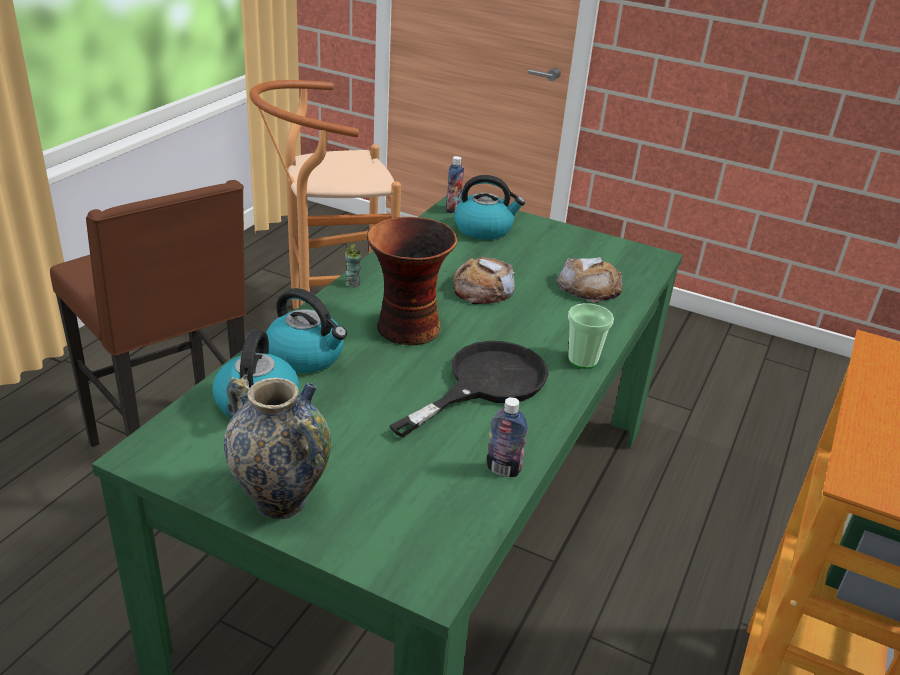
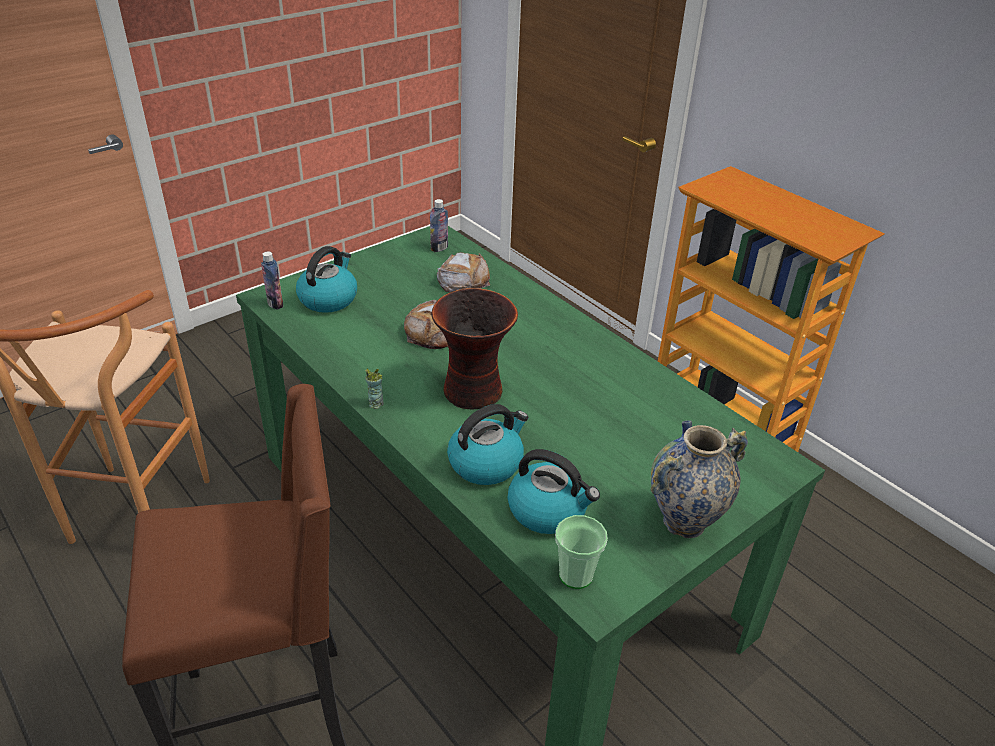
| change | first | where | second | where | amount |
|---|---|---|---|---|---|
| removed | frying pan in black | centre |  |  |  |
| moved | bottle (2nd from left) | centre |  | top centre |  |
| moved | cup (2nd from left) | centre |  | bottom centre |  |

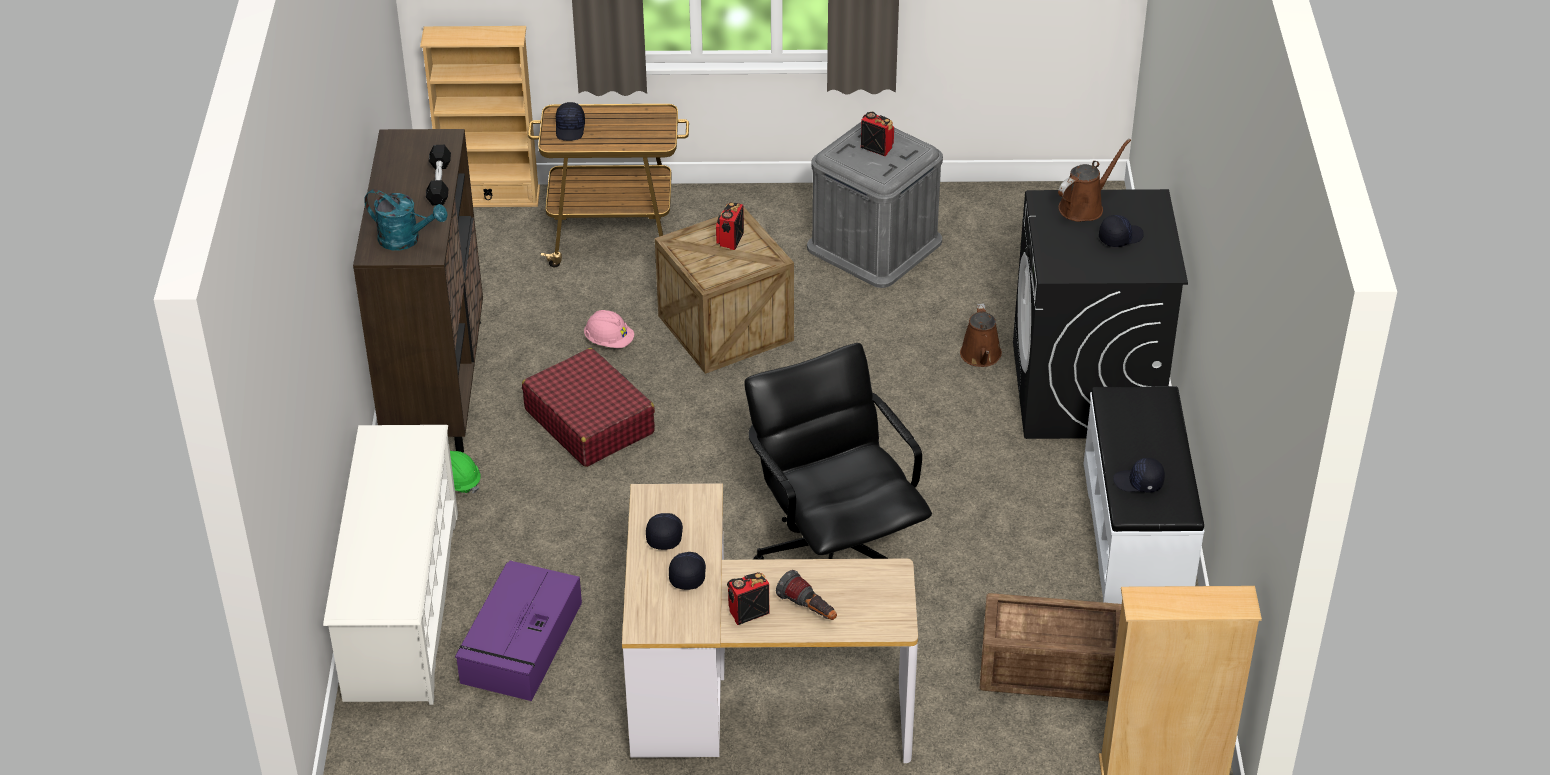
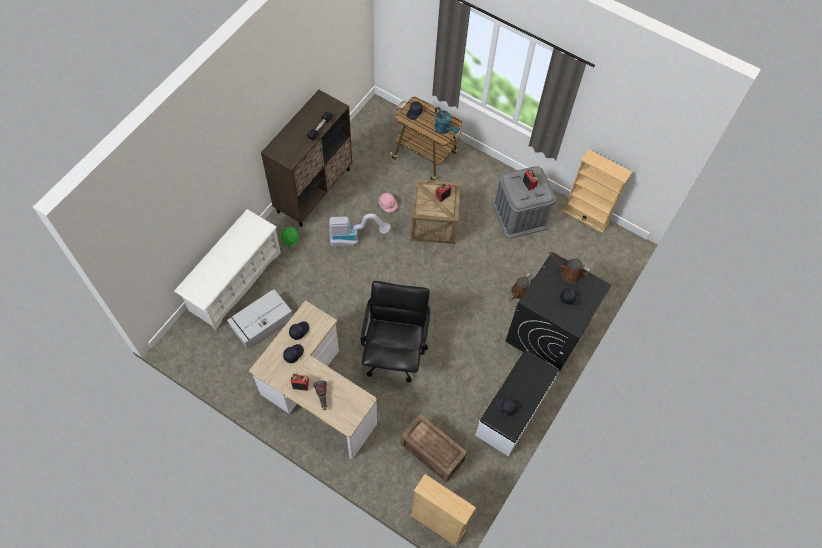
| change | first | where | second | where | amount |
|---|---|---|---|---|---|
| moved | watering can in turquoise | top left |  | top centre |  |
| moved | bookcase in beige (1st from left in the first image) | top left | bookcase in beige (2nd from left) | middle right |  |
| recoloured | storage box in purple | bottom centre | storage box in grey (1st from left) | middle left |  |
| replaced | suitcase in red | centre | vacuum cleaner | centre |  |
| turned | watering can in brown (2nd from left) | top right |  | middle right | 150 degrees counterclockwise |

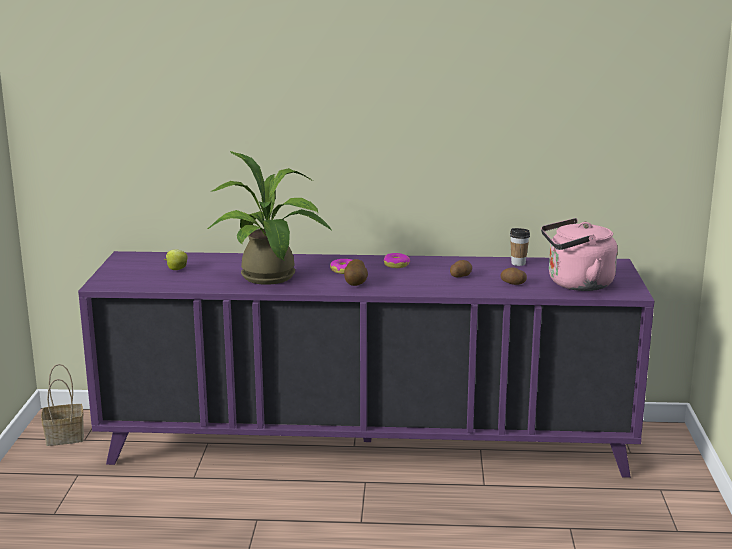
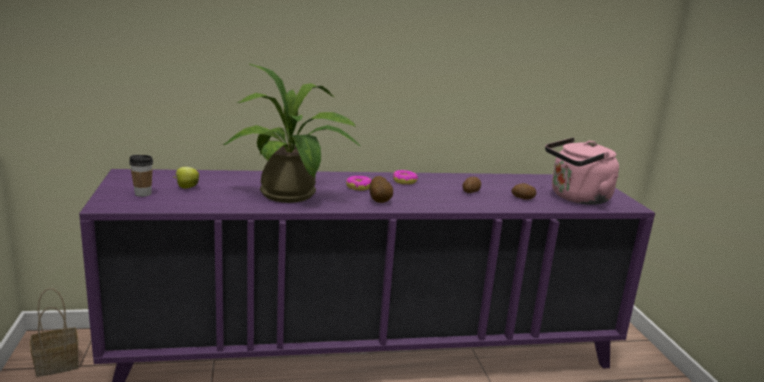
| change | first | where | second | where | amount |
|---|---|---|---|---|---|
| moved | cup | middle right |  | middle left |  |

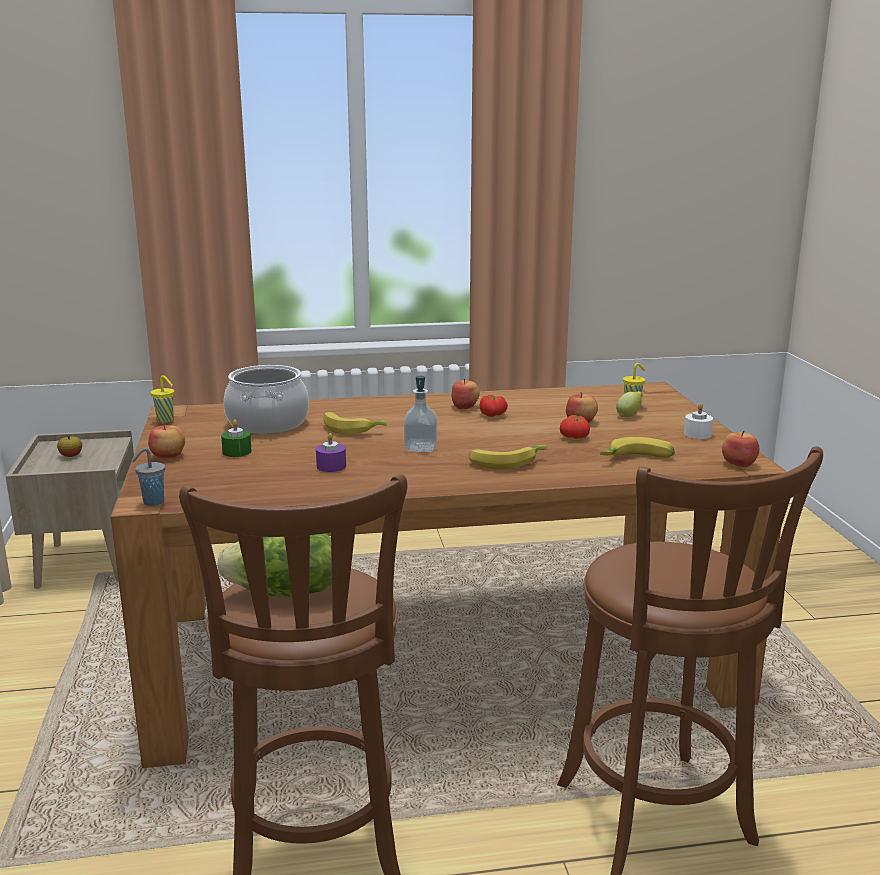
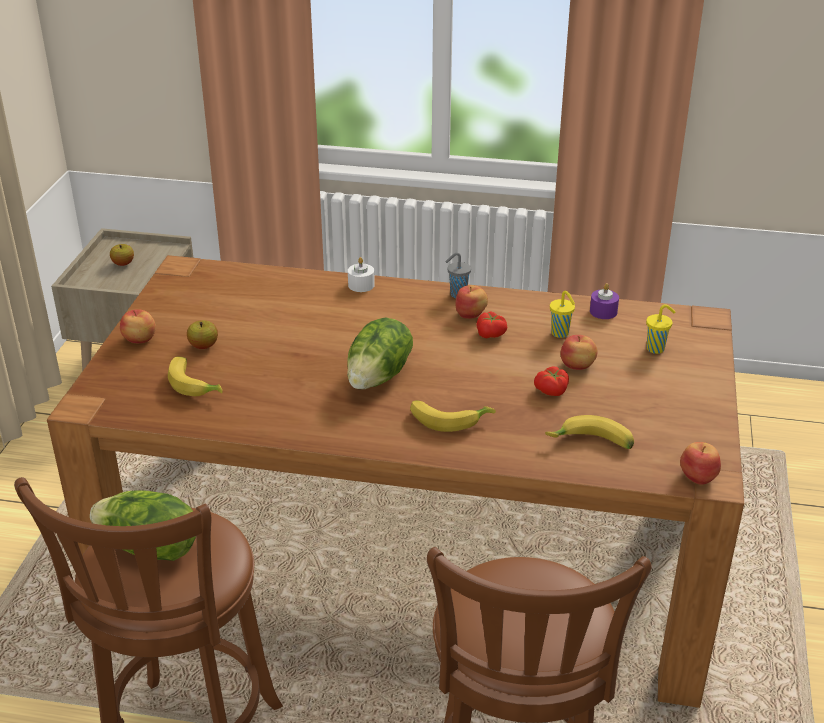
| change | first | where | second | where | amount |
|---|---|---|---|---|---|
| moved | cup in grey | middle left |  | centre |  |
| moved | cup in yellow (1st from left) | middle left |  | middle right |  |
| replaced | candle in green | middle left | apple (3rd from left) | middle left |  |
| removed | cooking pot | middle left |  |  |  |
| moved | candle in purple | centre |  | middle right |  |
| moved | banana (1st from left) | centre |  | middle left |  |
| replaced | soap dispenser | centre | lettuce (2nd from left) | centre |  |
| removed | lemon | middle right |  |  |  |
| moved | candle in white | middle right |  | centre |  |

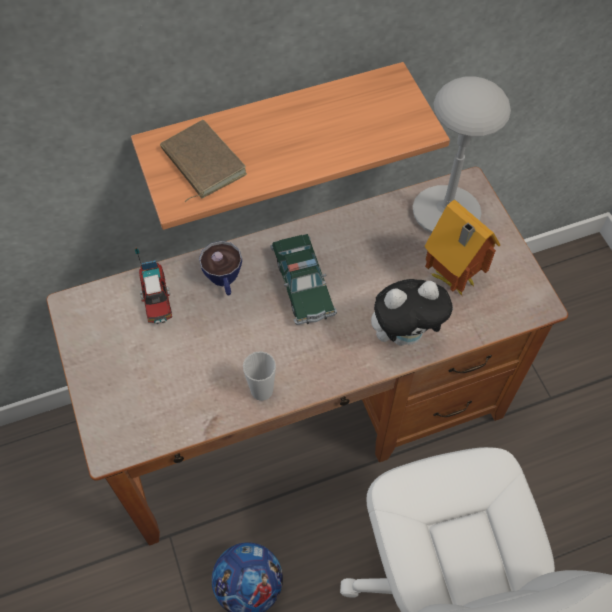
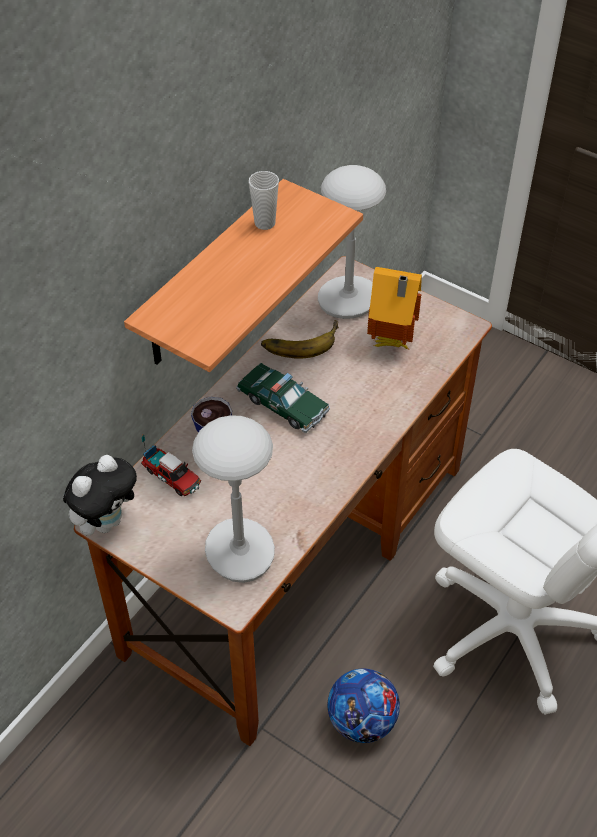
| change | first | where | second | where | amount |
|---|---|---|---|---|---|
| removed | book in brown | top left |  |  |  |
| moved | cup (2nd from left) | centre |  | top centre |  |
| moved | plush toy | middle right |  | middle left |  |
| added |  |  | table lamp in grey (1st from left) | centre |  |
| added |  |  | banana | centre |  |

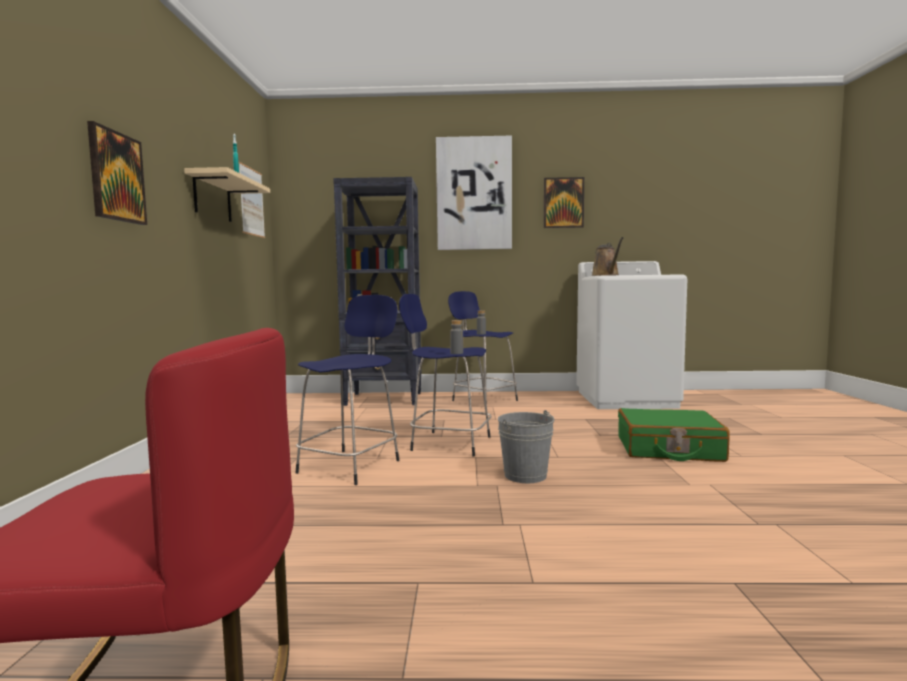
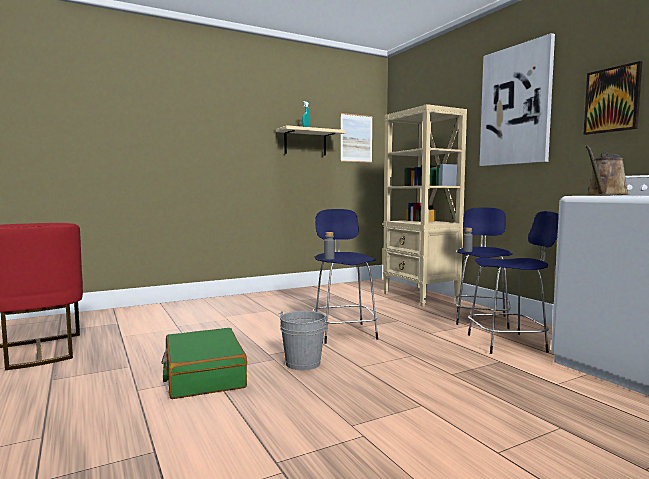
| change | first | where | second | where | amount |
|---|---|---|---|---|---|
| removed | picture (1st from left) | top left |  |  |  |
| moved | stool in blue (1st from left in the first image) | centre | stool in blue (3rd from left) | middle right |  |
| recoloured | bookcase in black | centre | bookcase in beige | centre |  |
| moved | suitcase in green | middle right |  | bottom left |  |

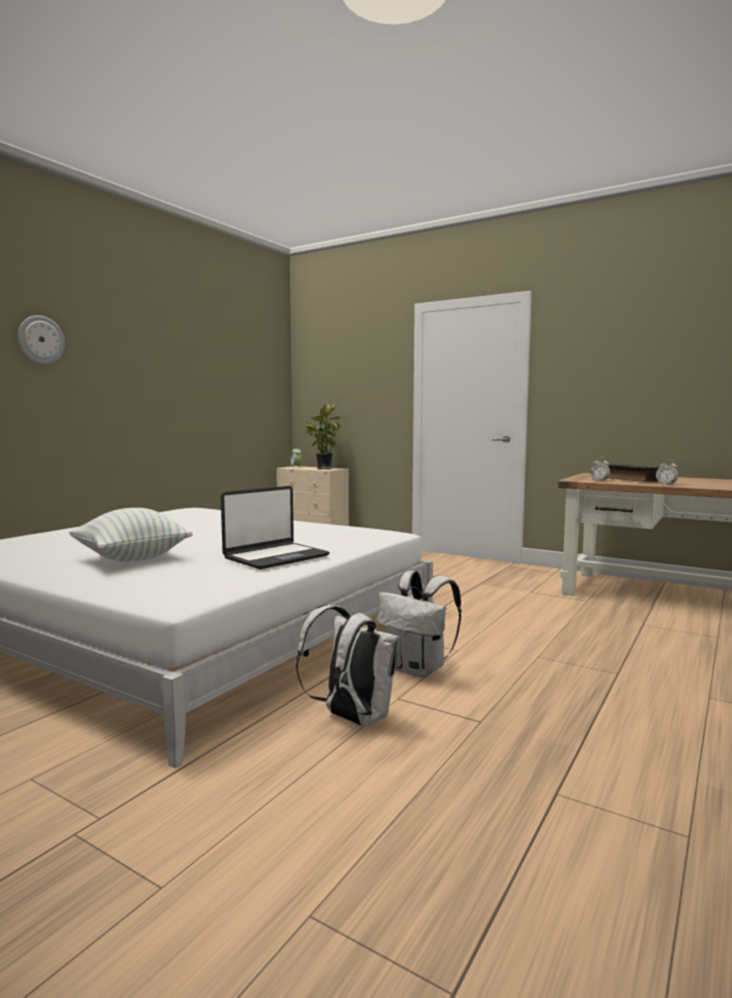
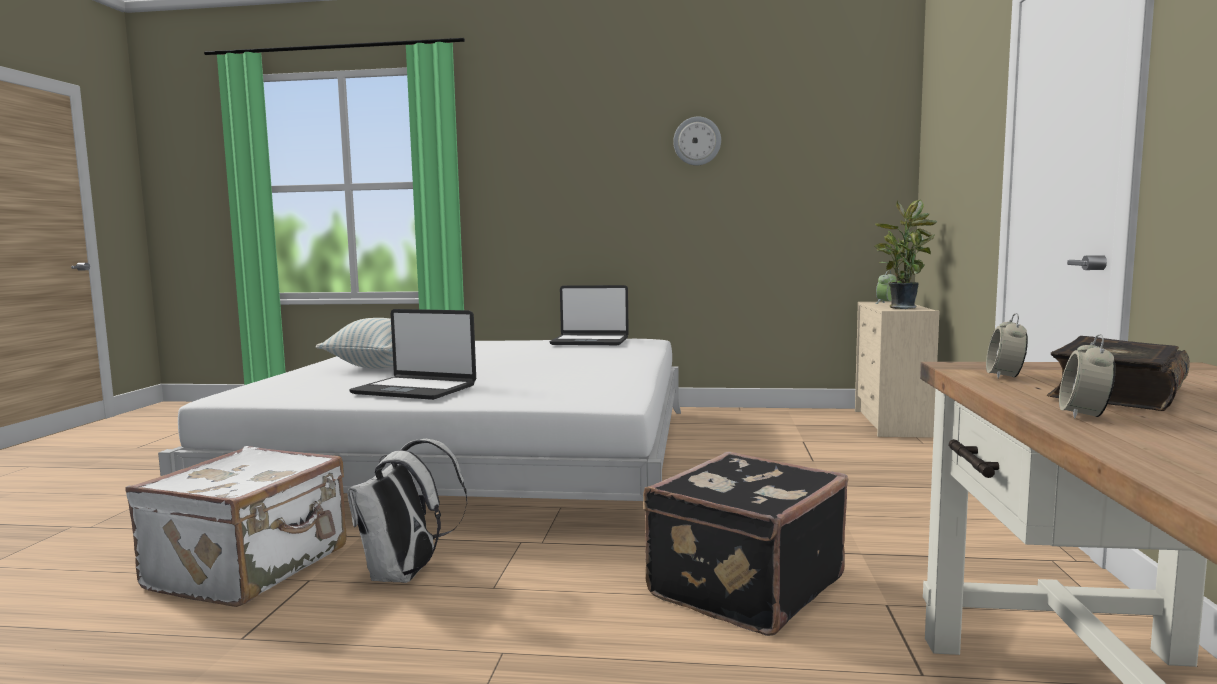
| change | first | where | second | where | amount |
|---|---|---|---|---|---|
| moved | wall clock | middle left |  | top centre |  |
| replaced | backpack in white (1st from left) | centre | suitcase in white | bottom left |  |
| added |  |  | laptop (2nd from left) | centre |  |
| added |  |  | suitcase in black | bottom centre |  |

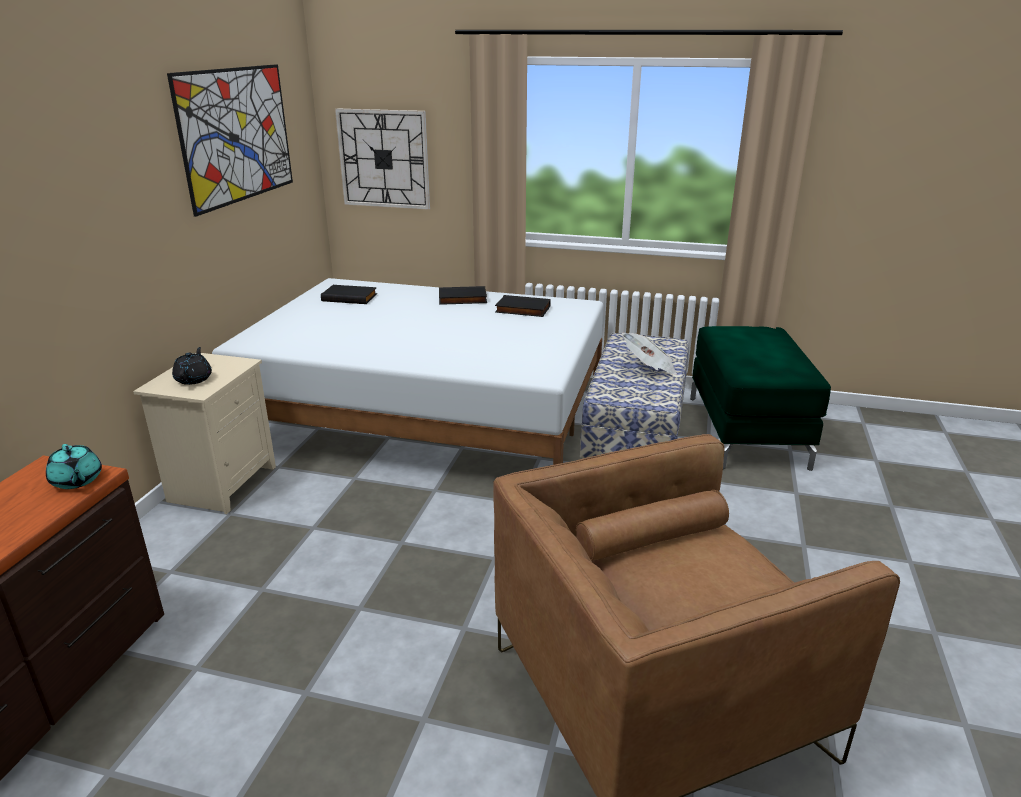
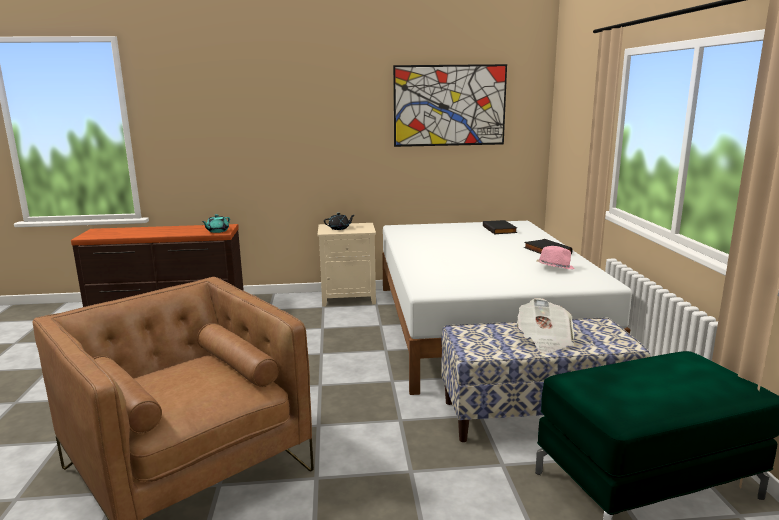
| change | first | where | second | where | amount |
|---|---|---|---|---|---|
| removed | wall clock | top centre |  |  |  |
| replaced | book in black (3rd from left) | centre | hat in pink | middle right |  |

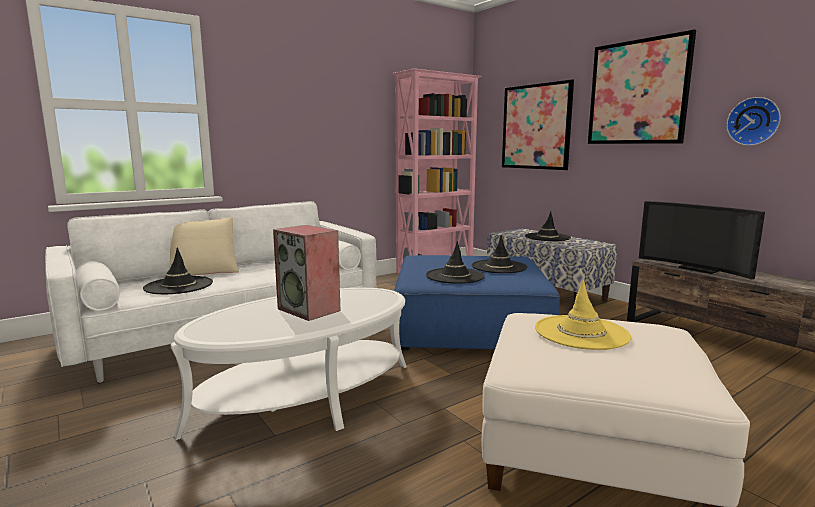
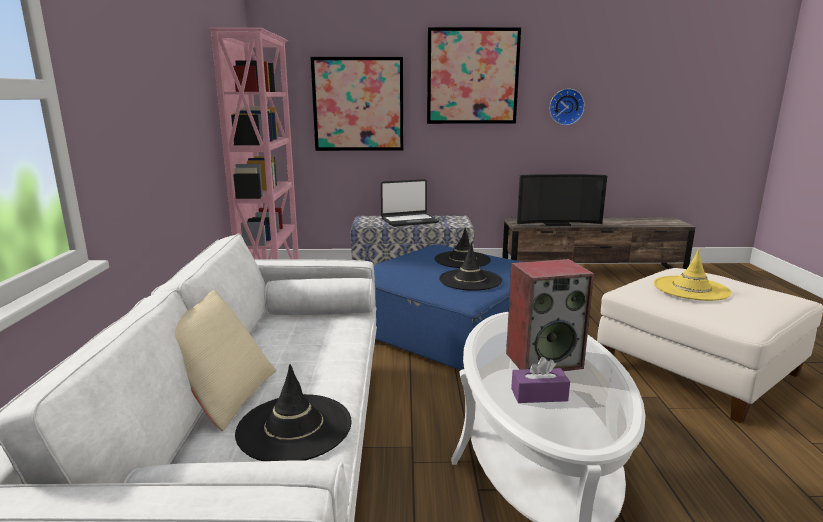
| change | first | where | second | where | amount |
|---|---|---|---|---|---|
| replaced | hat in black (4th from left) | middle right | laptop | centre |  |
| added |  |  | tissue box in purple | bottom centre |  |

